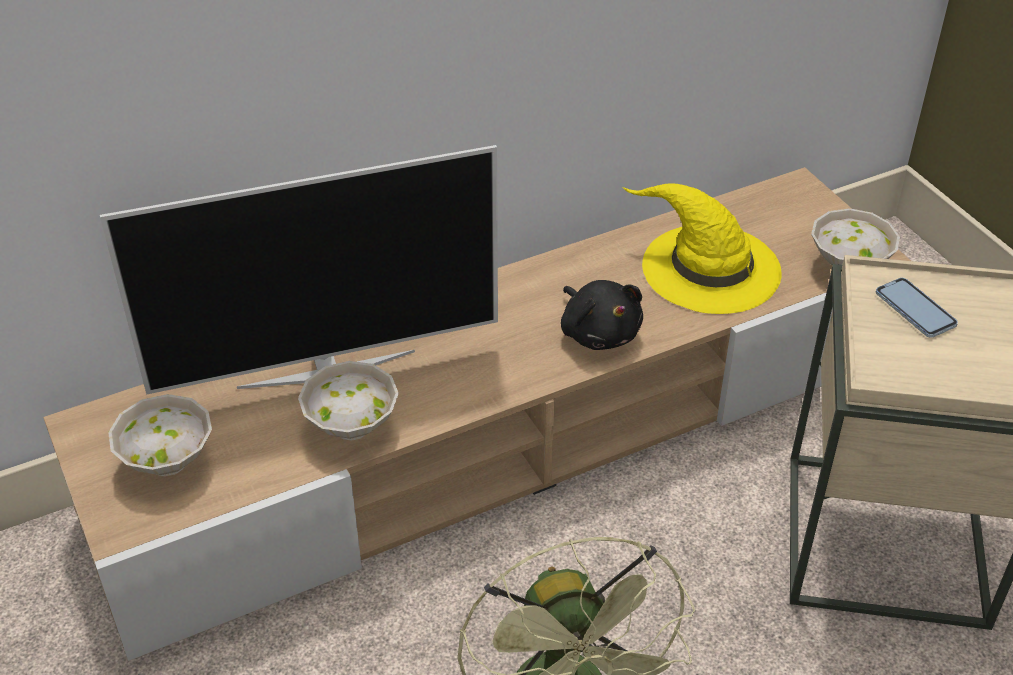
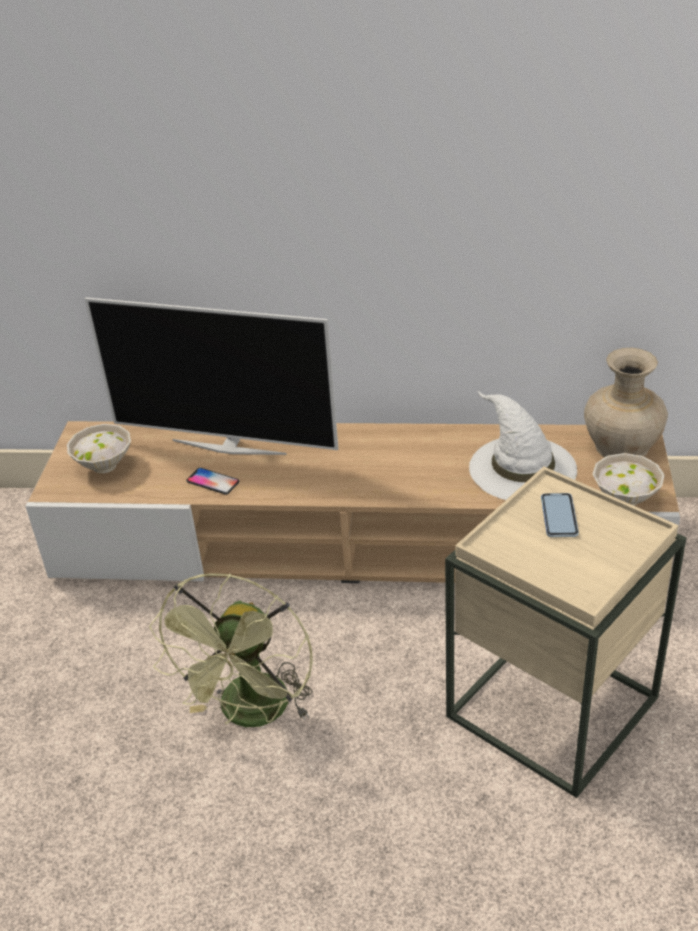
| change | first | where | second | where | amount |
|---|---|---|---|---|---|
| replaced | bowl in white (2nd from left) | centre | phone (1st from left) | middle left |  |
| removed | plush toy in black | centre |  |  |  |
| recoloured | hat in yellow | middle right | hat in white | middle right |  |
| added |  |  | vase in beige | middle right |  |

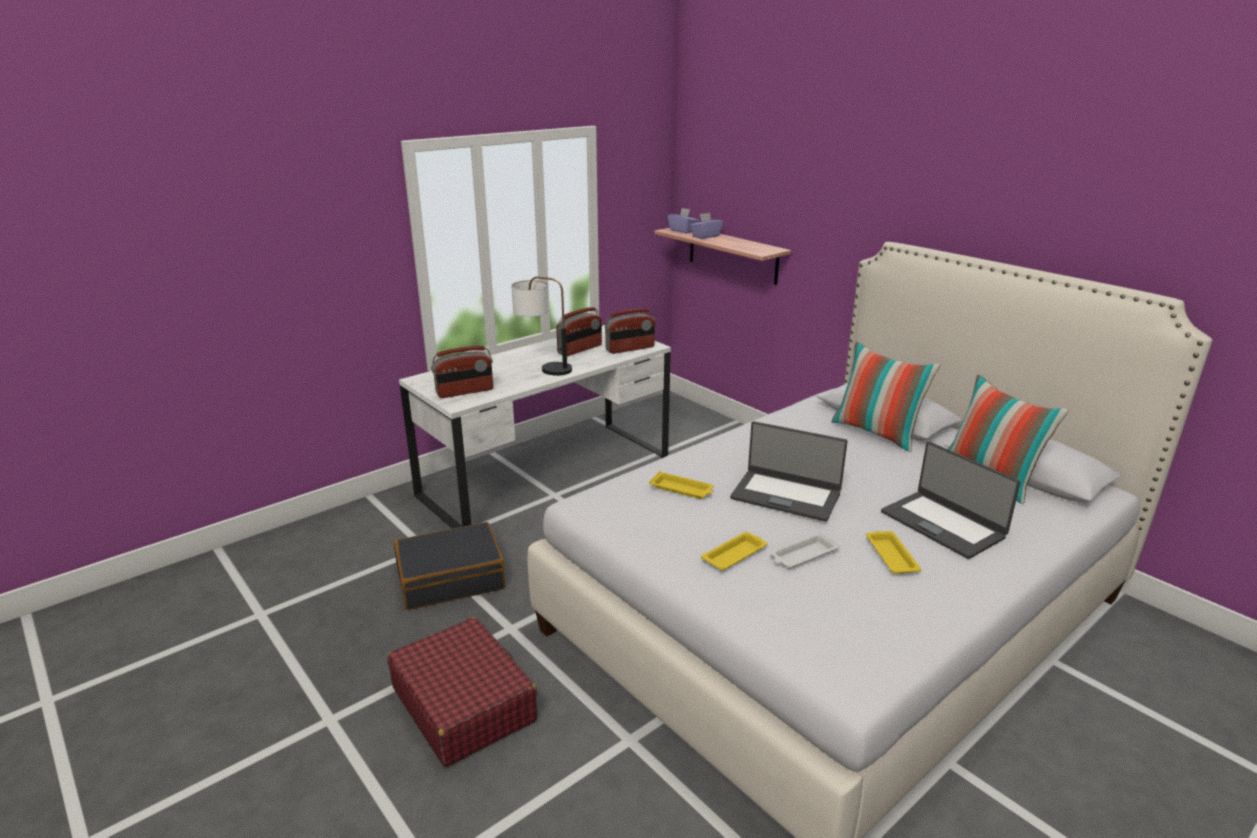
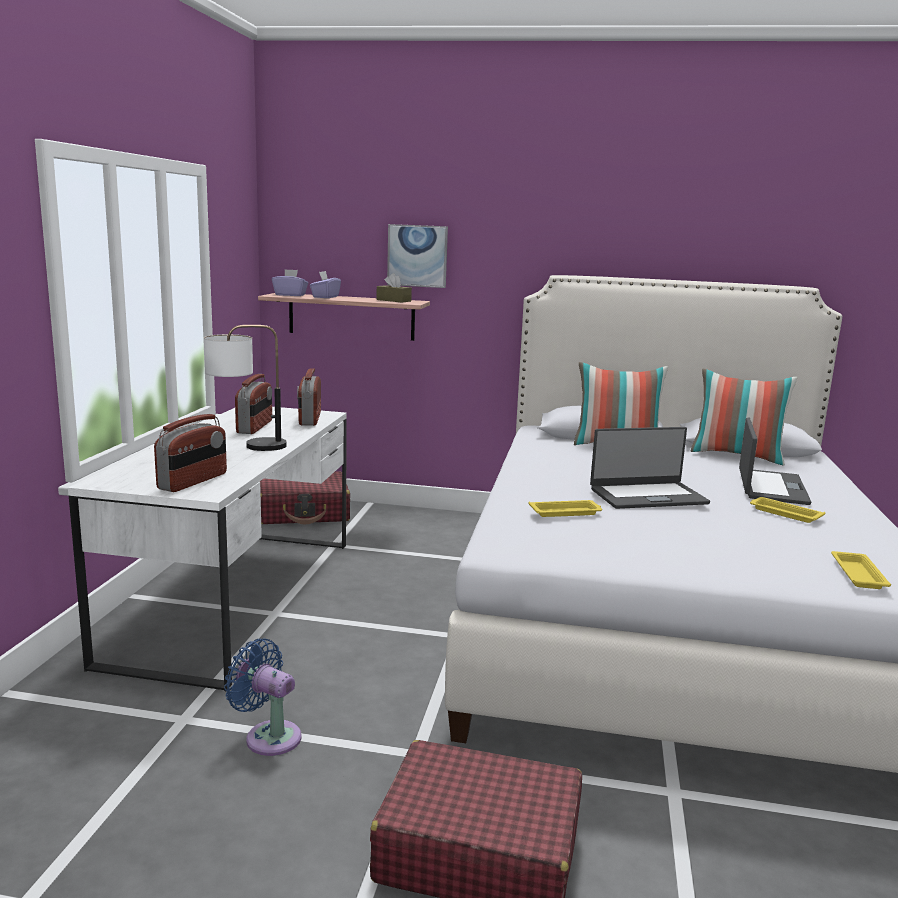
| change | first | where | second | where | amount |
|---|---|---|---|---|---|
| replaced | suitcase in black | bottom centre | fan in blue | bottom left |  |
| turned | radio (3rd from left) | centre |  | centre | 150 degrees clockwise |
| moved | tray in yellow (2nd from left in the first image) | centre | tray in yellow (3rd from left) | middle right |  |
| removed | tray in white | centre |  |  |  |
| turned | laptop (2nd from left) | middle right |  | middle right | 90 degrees counterclockwise |
| added |  |  | suitcase in red (1st from left) | centre |  |
| added |  |  | tissue box in brown | top centre |  |
| added |  |  | picture | top centre |  |

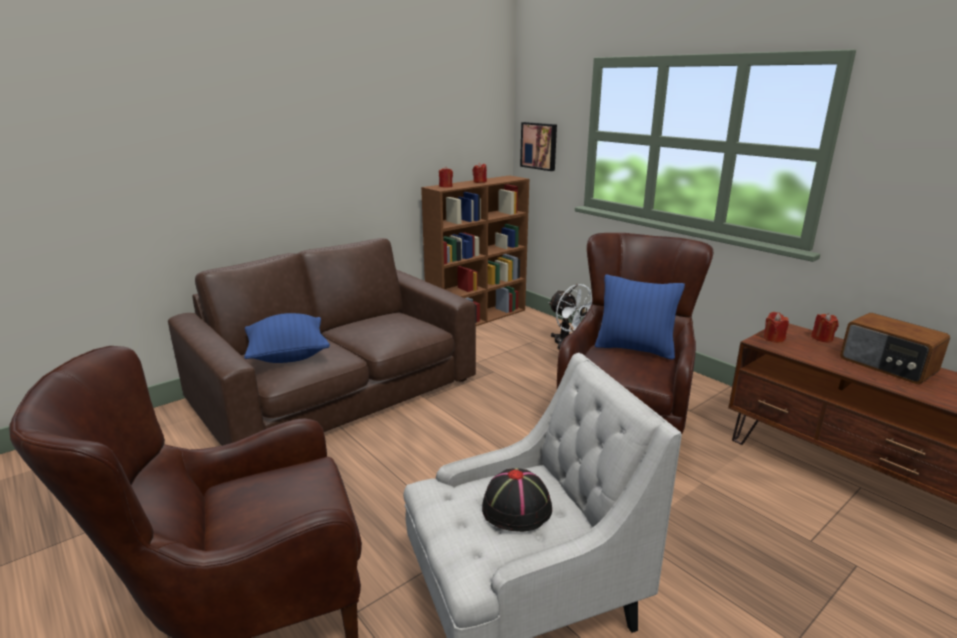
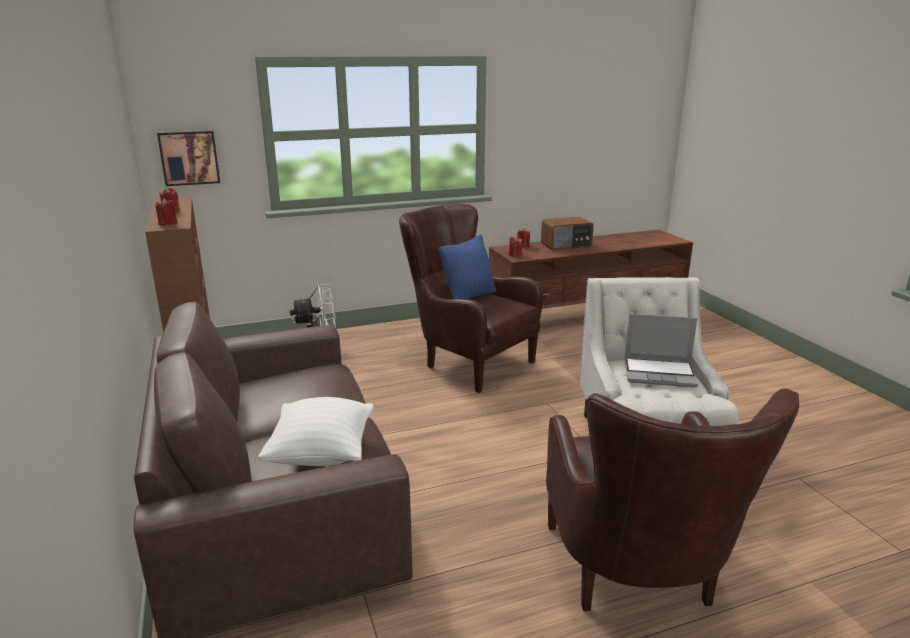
| change | first | where | second | where | amount |
|---|---|---|---|---|---|
| recoloured | pillow in blue (1st from left) | middle left | pillow in white | bottom centre |  |
| replaced | hat in black | bottom centre | laptop | middle right |  |

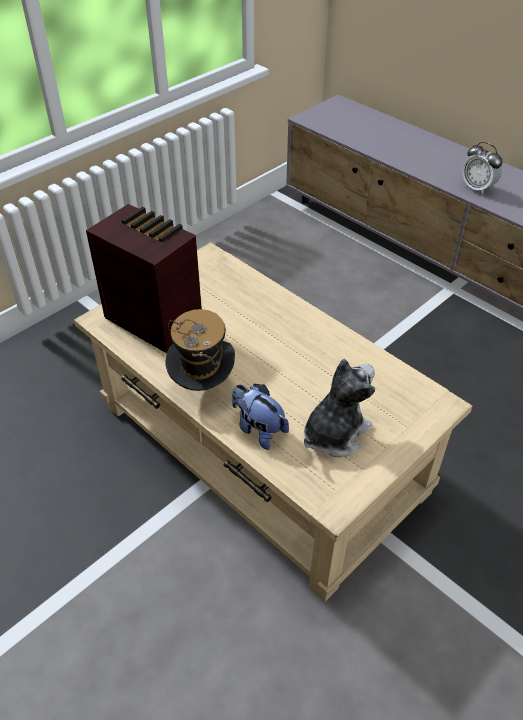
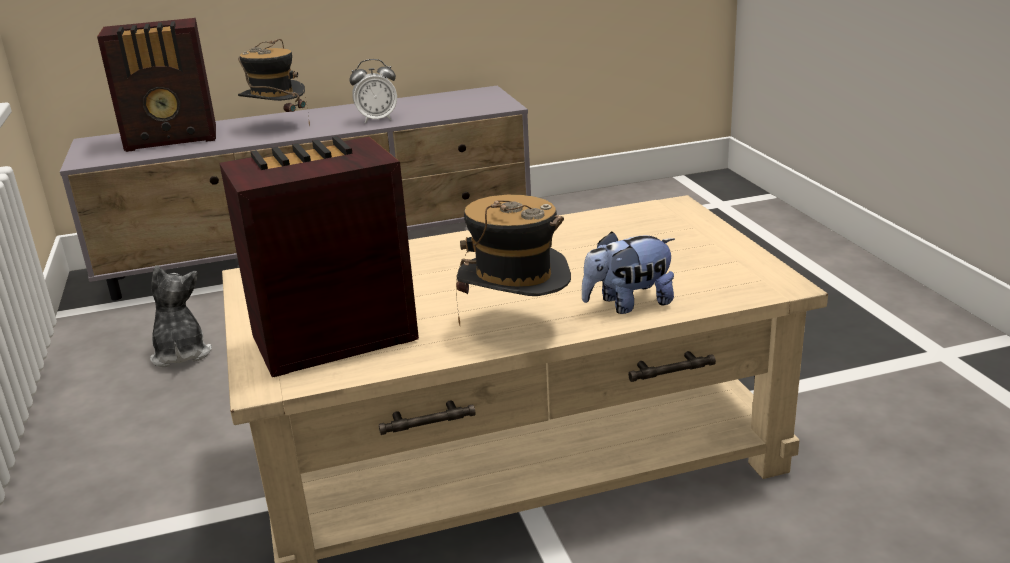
| change | first | where | second | where | amount |
|---|---|---|---|---|---|
| moved | plush toy (2nd from left in the first image) | centre | plush toy (1st from left) | middle left |  |
| added |  |  | radio (1st from left) | top left |  |
| added |  |  | hat (1st from left) | top left |  |

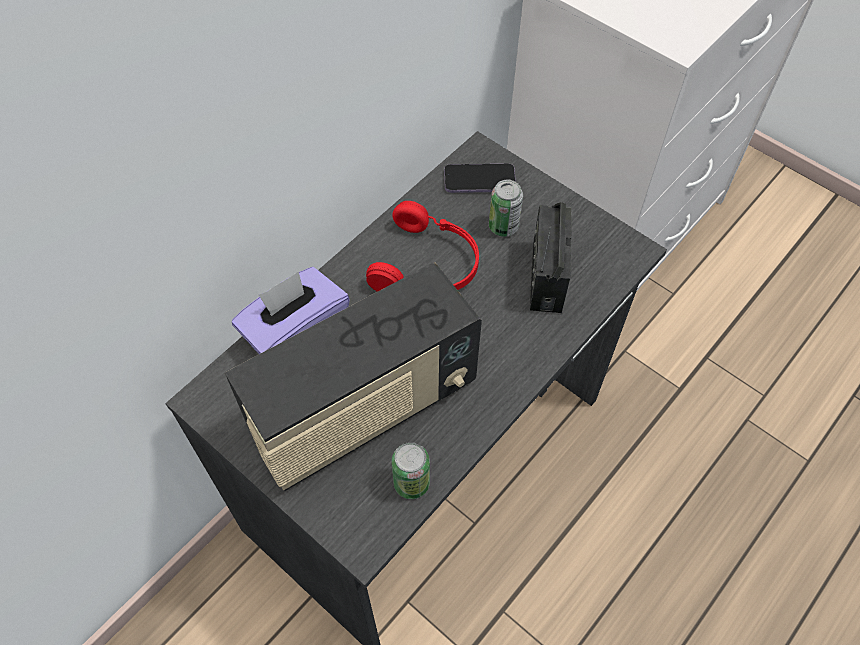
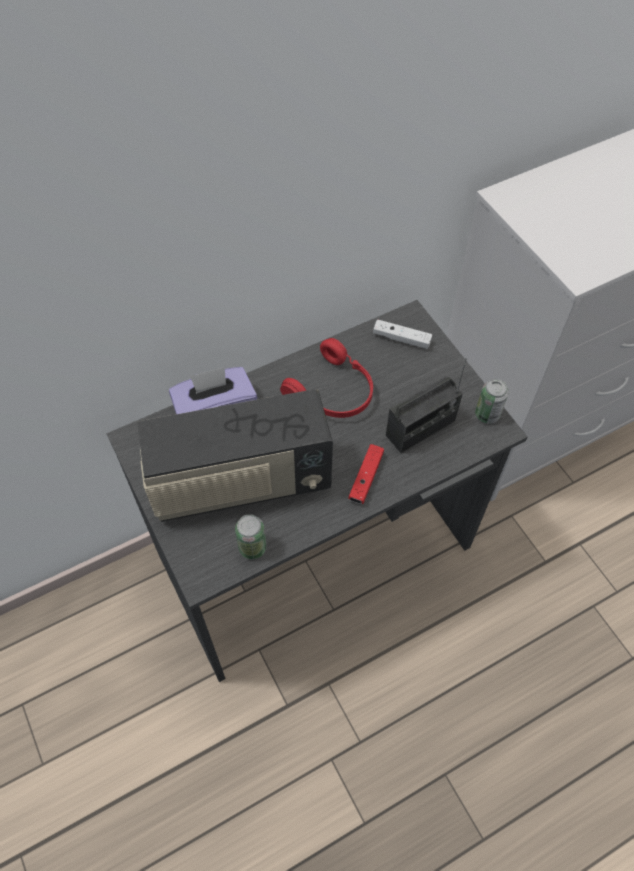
| change | first | where | second | where | amount |
|---|---|---|---|---|---|
| replaced | phone | top centre | game controller in white | centre |  |
| moved | can (2nd from left) | top centre |  | middle right |  |
| turned | radio (2nd from left) | centre |  | middle right | 150 degrees counterclockwise |
| added |  |  | game controller in red | centre |  |

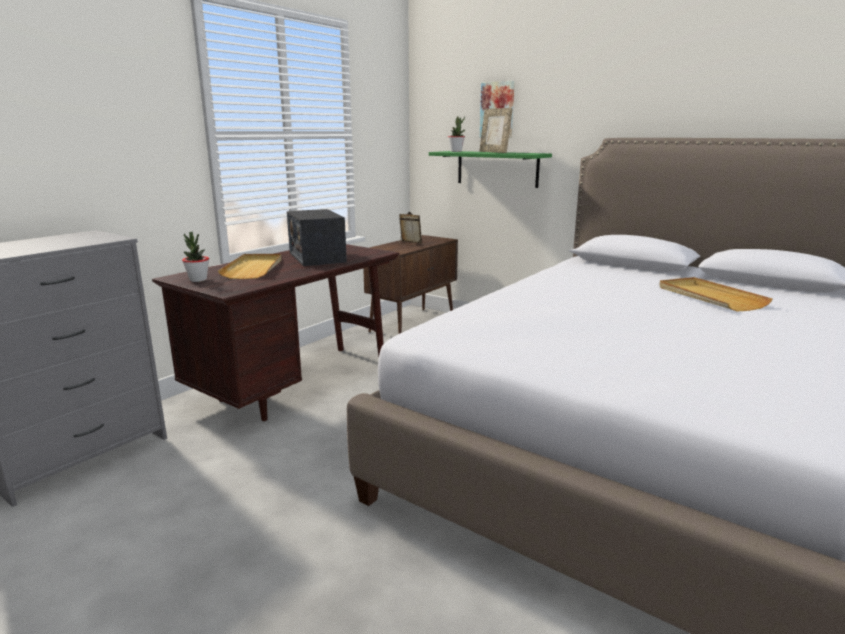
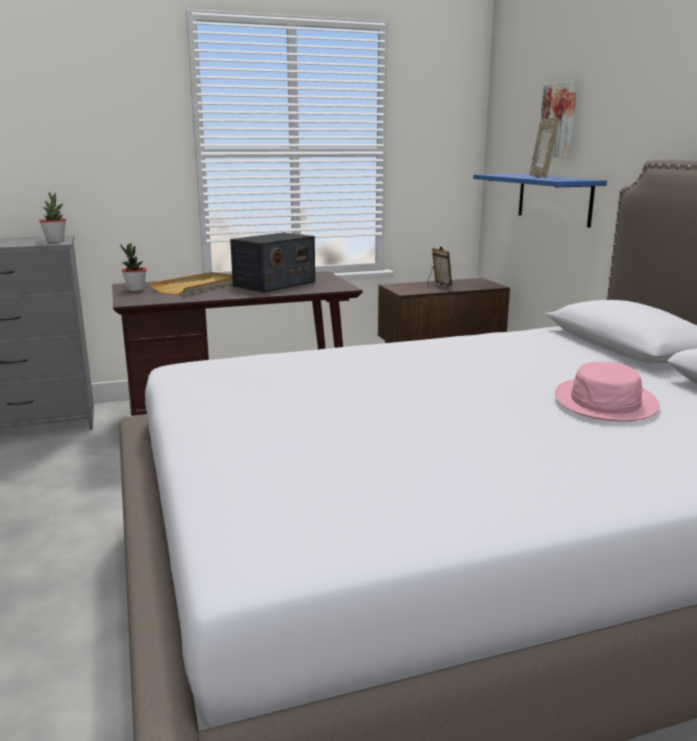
| change | first | where | second | where | amount |
|---|---|---|---|---|---|
| turned | radio | centre |  | centre | 150 degrees counterclockwise |
| recoloured | shelf in green | top centre | shelf in blue | top right |  |
| moved | potted plant (2nd from left in the first image) | top centre | potted plant (1st from left) | top left |  |
| replaced | tray in beige (2nd from left) | middle right | hat in pink | middle right |  |

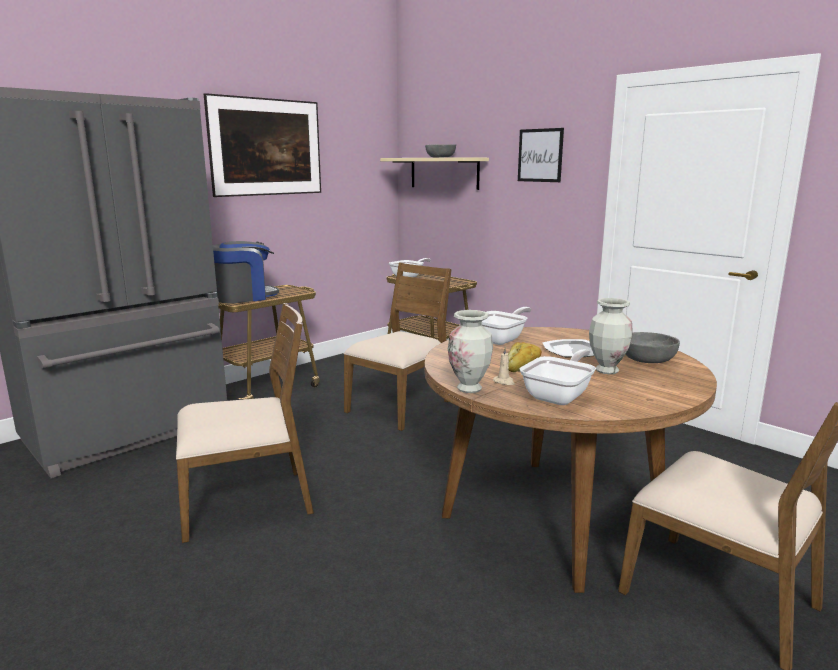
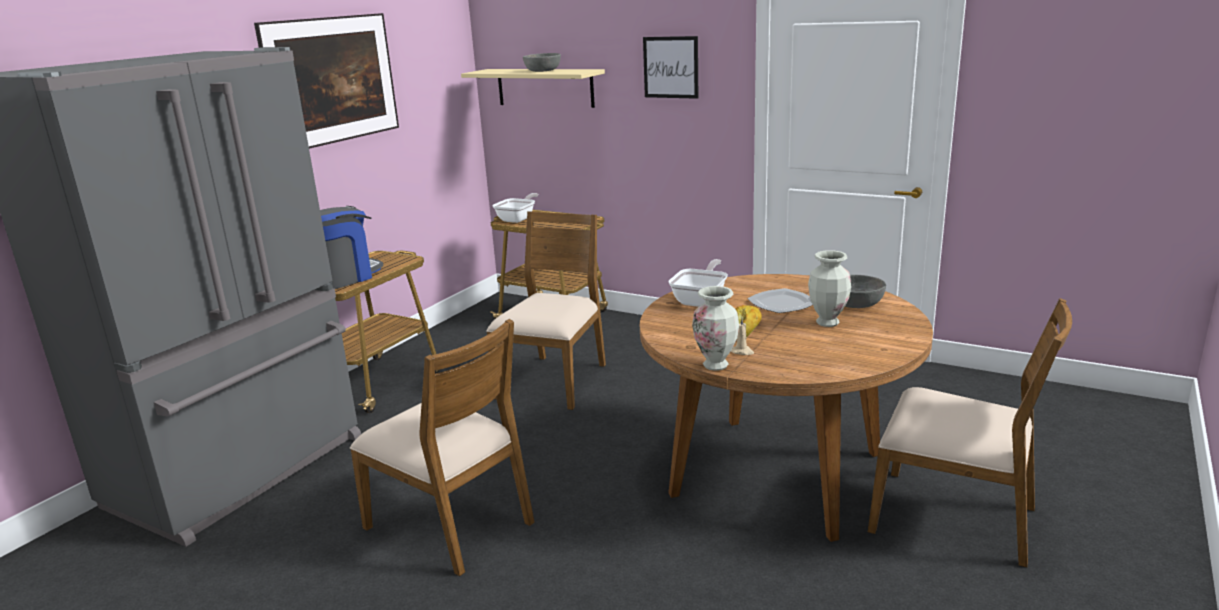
| change | first | where | second | where | amount |
|---|---|---|---|---|---|
| turned | chair in brown (1st from left) | middle left |  | bottom centre | 75 degrees clockwise |
| removed | frying pan (3rd from left) | centre |  |  |  |

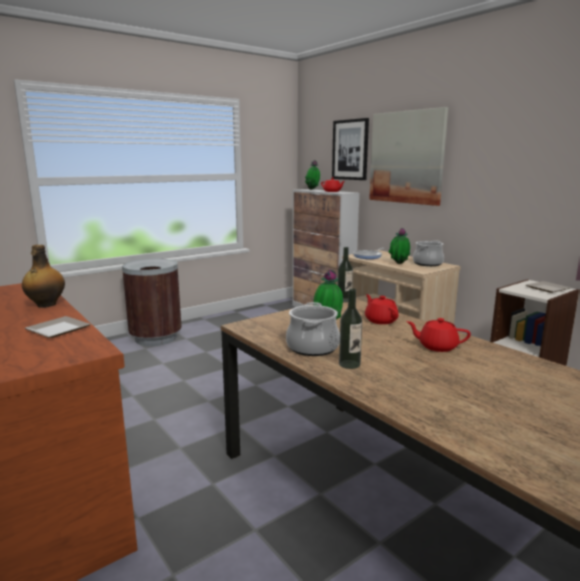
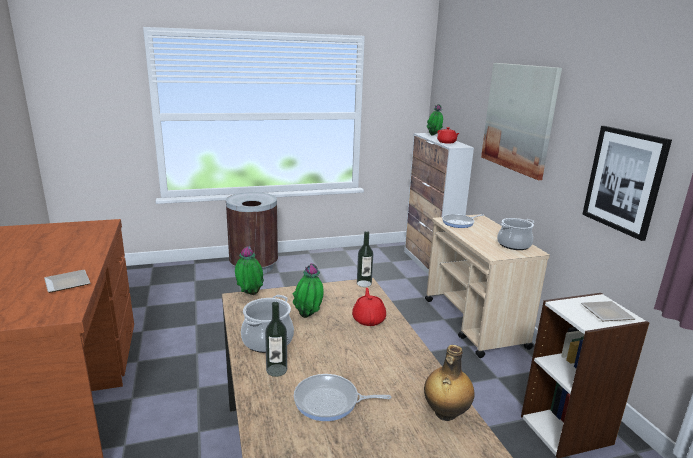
| change | first | where | second | where | amount |
|---|---|---|---|---|---|
| moved | bottle (1st from left in the first image) | middle left | bottle (3rd from left) | bottom centre |  |
| moved | picture (1st from left in the first image) | top centre | picture (2nd from left) | middle right |  |
| moved | potted plant (3rd from left in the first image) | middle right | potted plant (1st from left) | centre |  |
| removed | teapot in red (3rd from left) | middle right |  |  |  |
| added |  |  | frying pan (1st from left) | bottom centre |  |

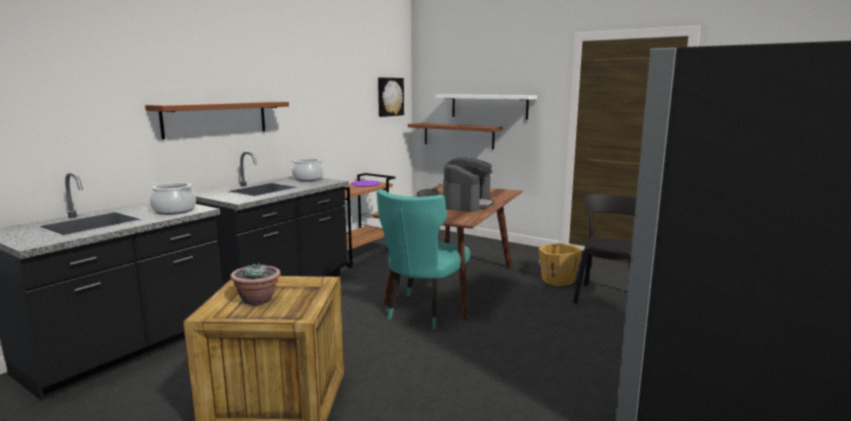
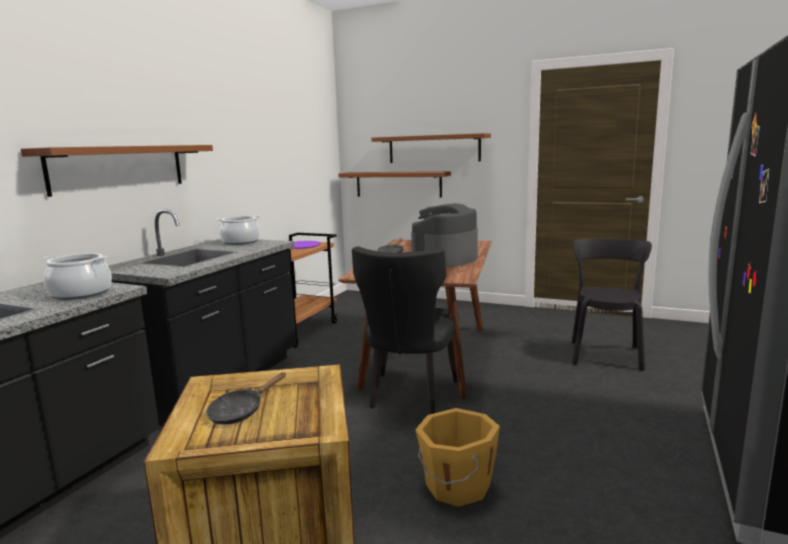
| change | first | where | second | where | amount |
|---|---|---|---|---|---|
| replaced | potted plant | bottom left | frying pan in black (1st from left) | bottom left |  |
| recoloured | chair in turquoise | centre | chair in black (1st from left) | centre |  |
| removed | picture | top centre |  |  |  |
| recoloured | shelf in white | top centre | shelf in brown (3rd from left) | top centre |  |
| turned | coffee machine | centre |  | centre | 150 degrees counterclockwise |
| moved | bucket in orange | centre |  | bottom centre |  |

